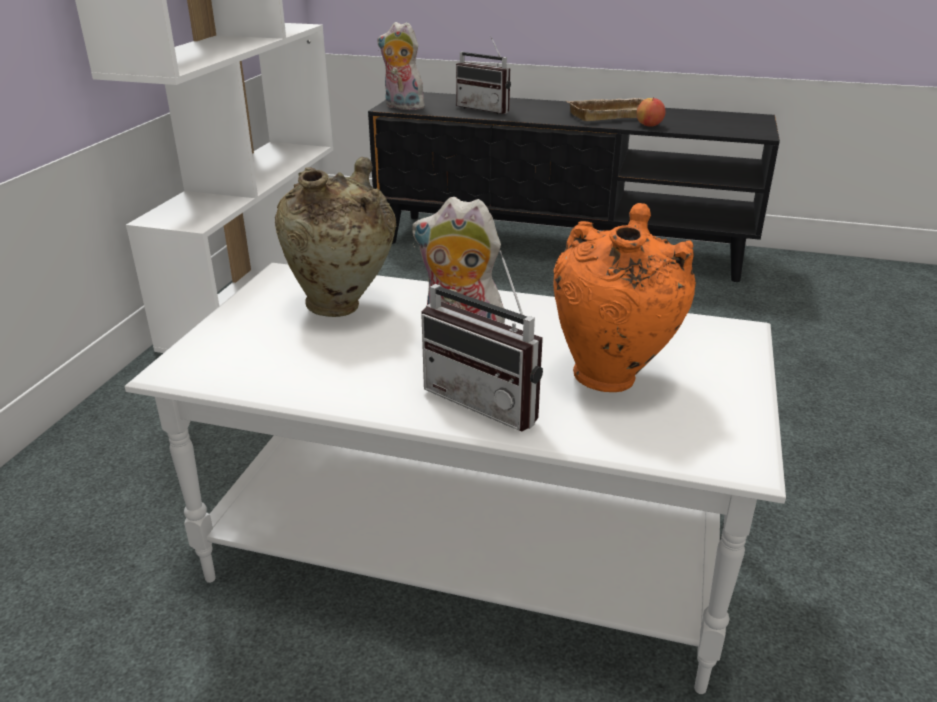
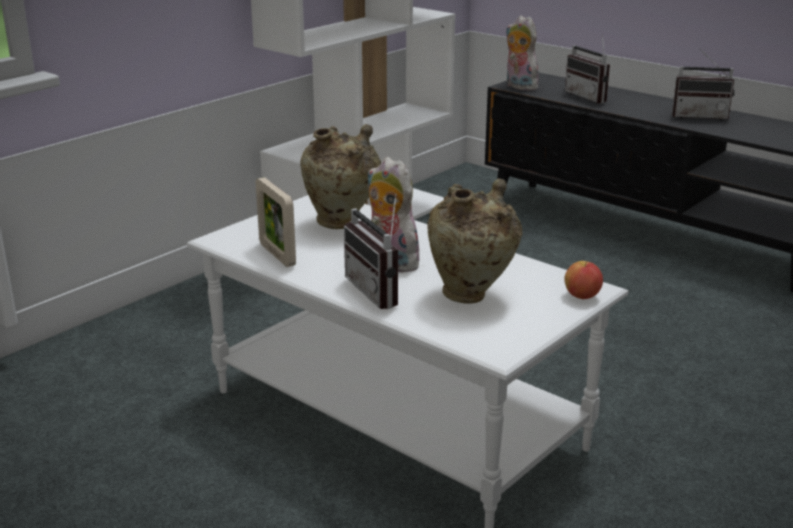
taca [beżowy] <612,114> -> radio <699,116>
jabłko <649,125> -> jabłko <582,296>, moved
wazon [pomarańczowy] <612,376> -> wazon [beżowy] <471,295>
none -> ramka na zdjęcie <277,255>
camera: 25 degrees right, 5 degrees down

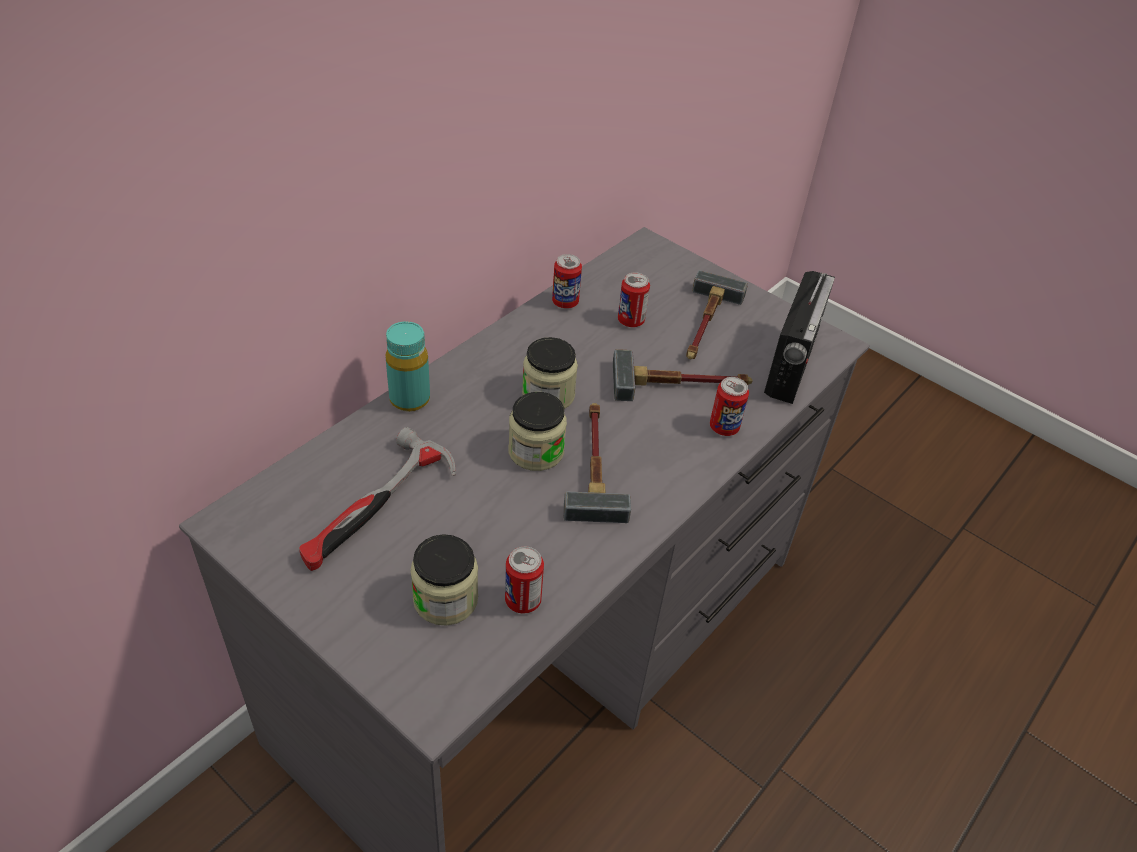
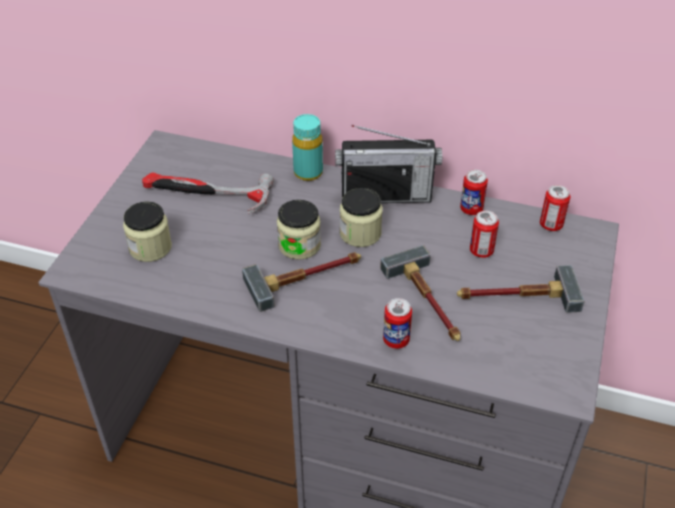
radio <790,366> -> radio <386,195>, moved
puszka <523,600> -> puszka <551,225>, moved
camera: 70 degrees right, 0 degrees up

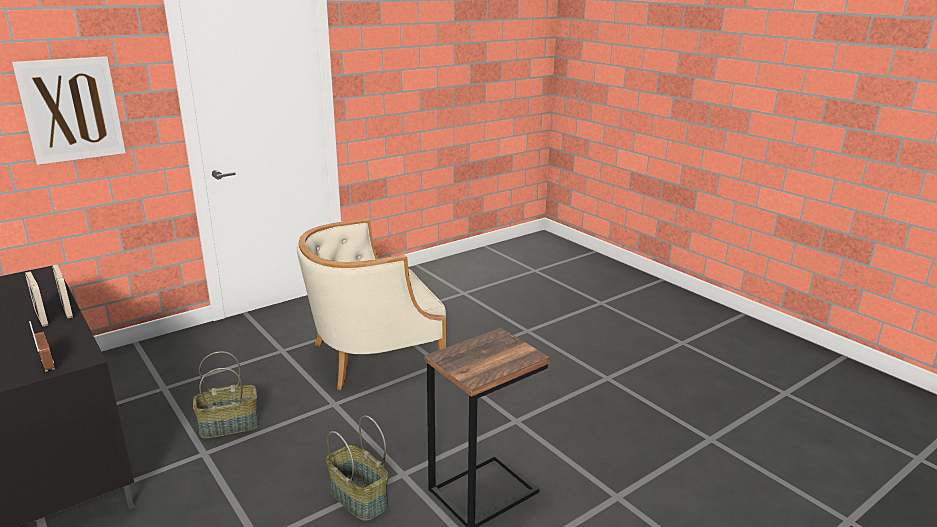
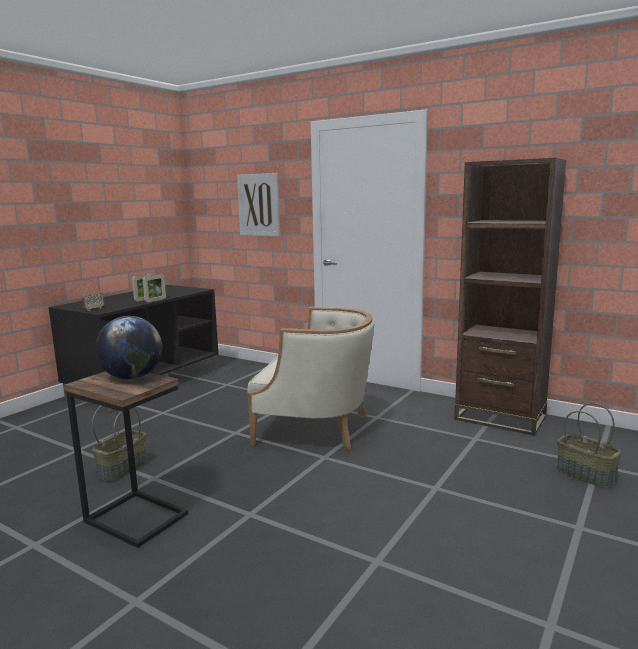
fotel [beżowy] <373,355> -> fotel [beżowy] <315,428>, 150 degrees clockwise
koszyk <230,425> -> koszyk <586,474>, moved
none -> regał [brązowy] <500,417>
none -> globus <132,377>
camera: 70 degrees right, 10 degrees down

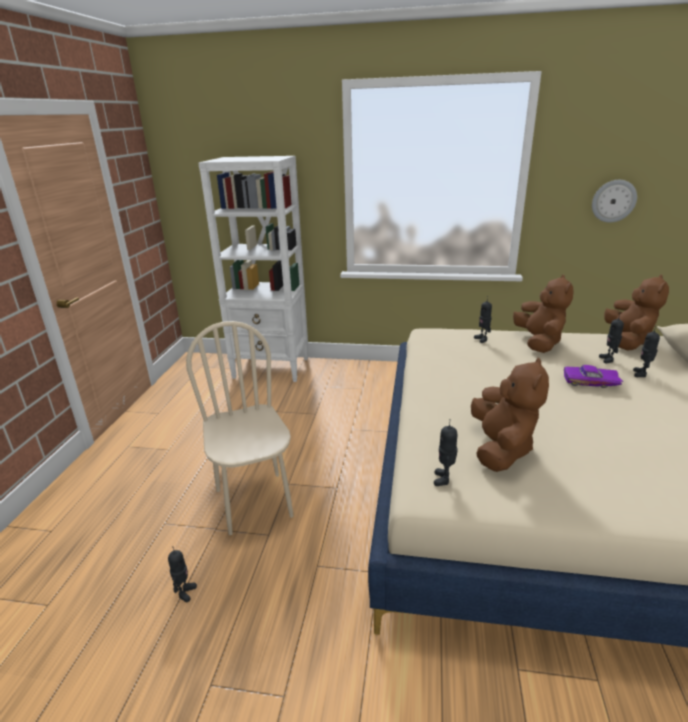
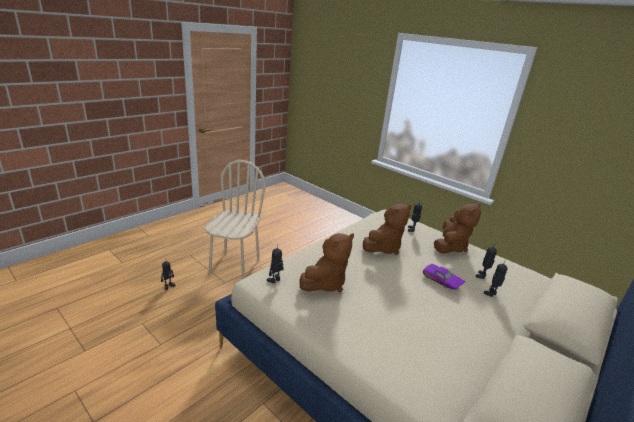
regał [biały] <272,368> -> none
zegar ścienny <613,201> -> none
pluszak [brązowy] <627,341> -> pluszak [brązowy] <383,248>, moved
camera: 30 degrees right, 0 degrees up

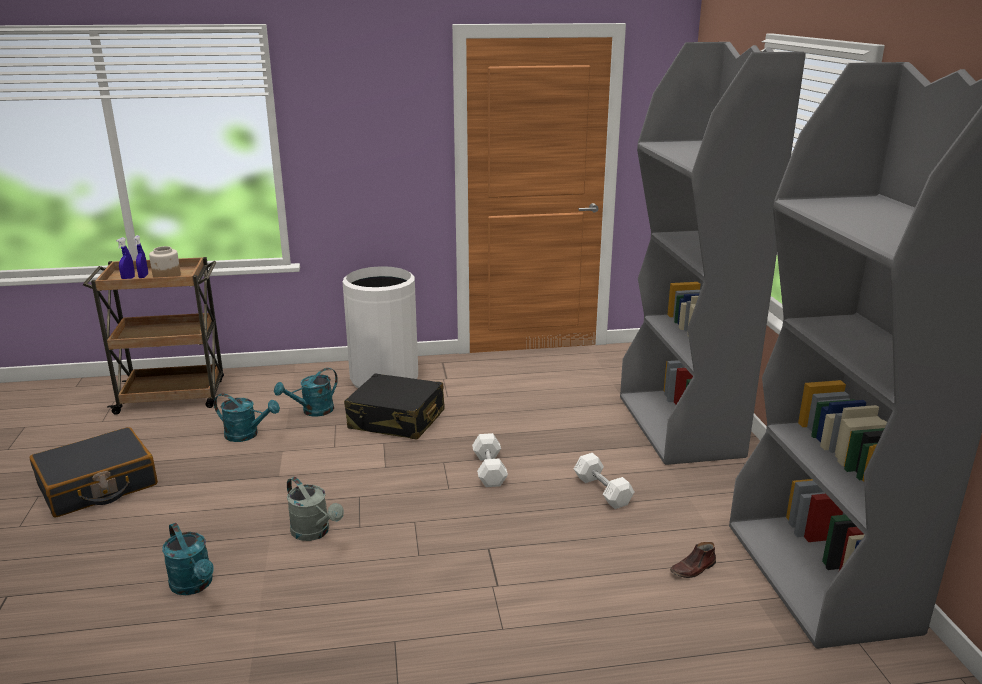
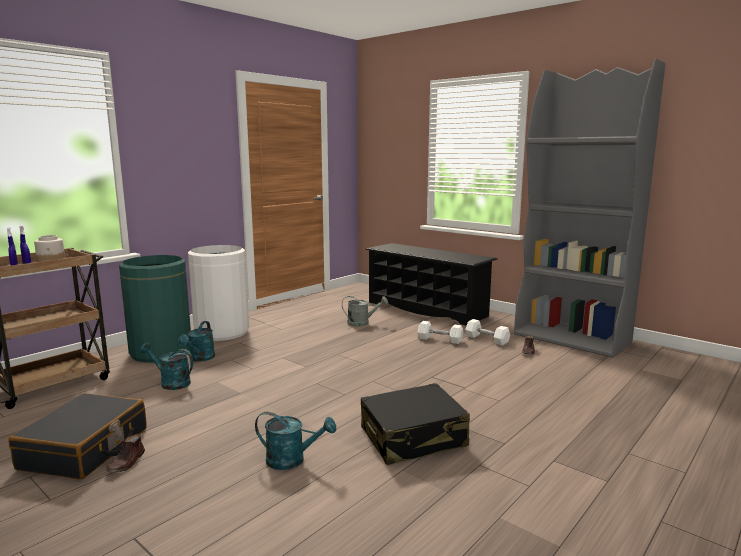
regał [szary] <680,426> -> regał na buty [czarny] <427,309>
walizka [czarny] <396,420> -> walizka [czarny] <413,438>, moved
konewka [turkusowy] <247,435> -> konewka [turkusowy] <171,383>, 135 degrees counterclockwise
hantel [biały] <489,470> -> hantel [biały] <487,339>, moved
konewka [szary] <315,532> -> konewka [szary] <362,323>, moved
none -> kosz na śmieci [zielony] <161,352>
none -> but [brązowy] <127,463>
camera: 40 degrees left, 10 degrees down

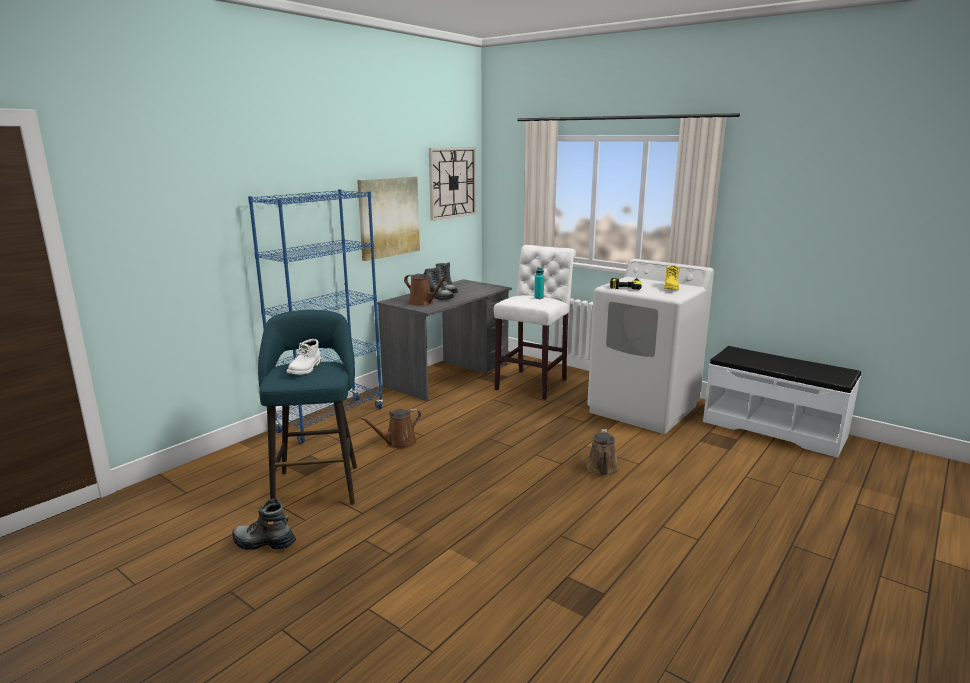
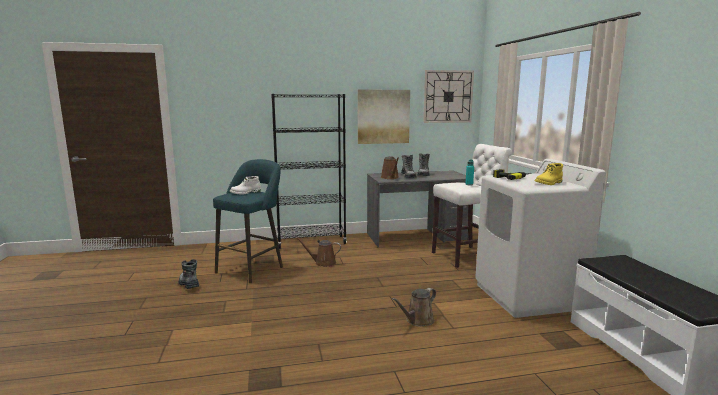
regał [niebieski] <331,420> -> regał [czarny] <311,242>
camera: 40 degrees right, 5 degrees down

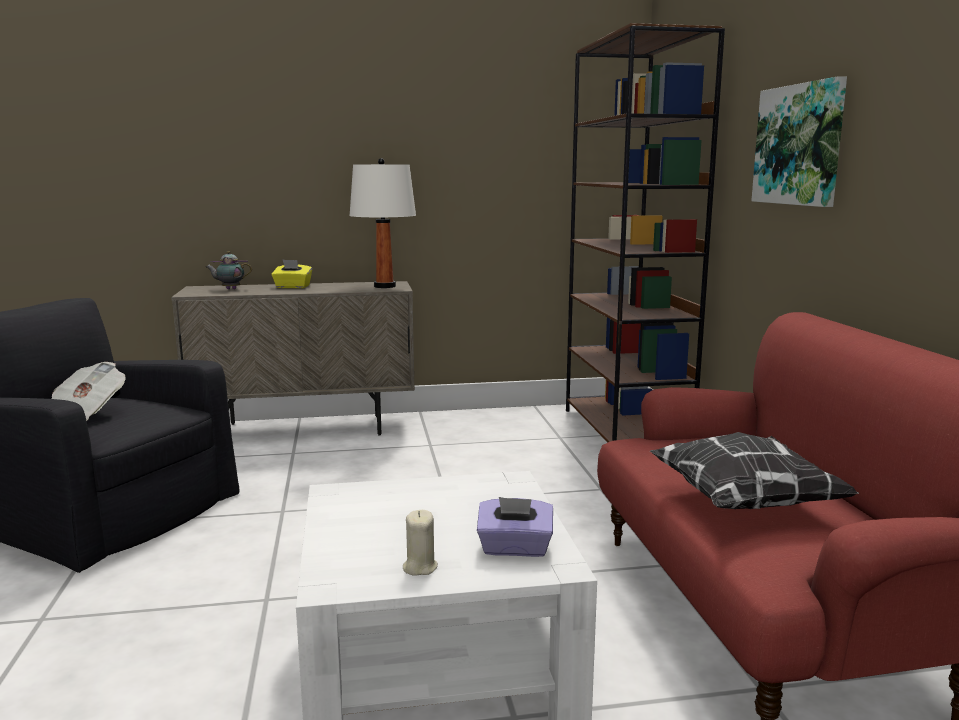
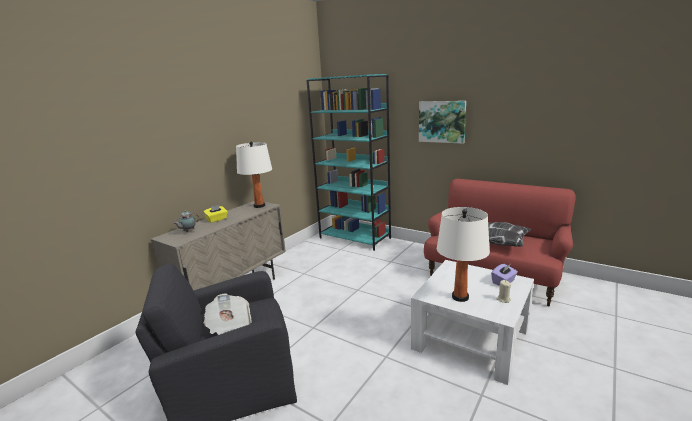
regał [brązowy] <625,432> -> regał [turkusowy] <355,238>
none -> lampa stołowa [biały] <460,297>
camera: 45 degrees left, 5 degrees up

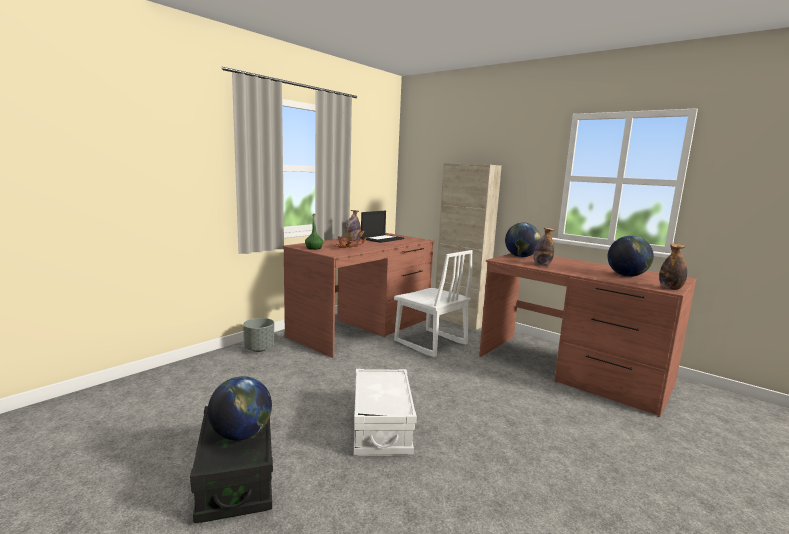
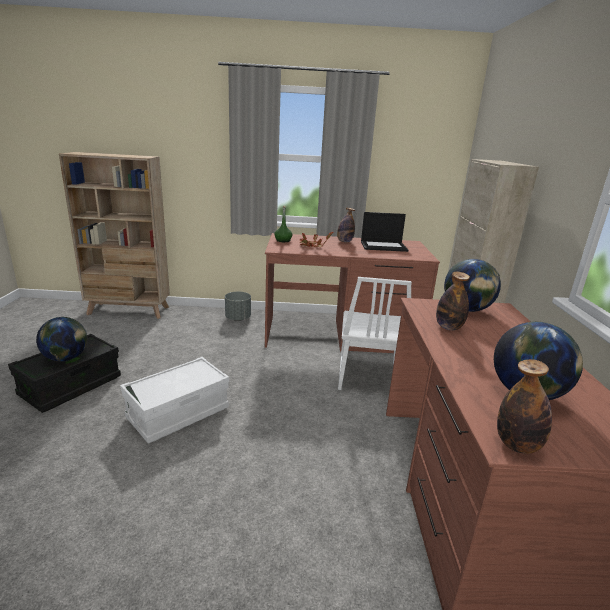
none -> regał [beżowy] <129,311>
camera: 50 degrees right, 10 degrees up

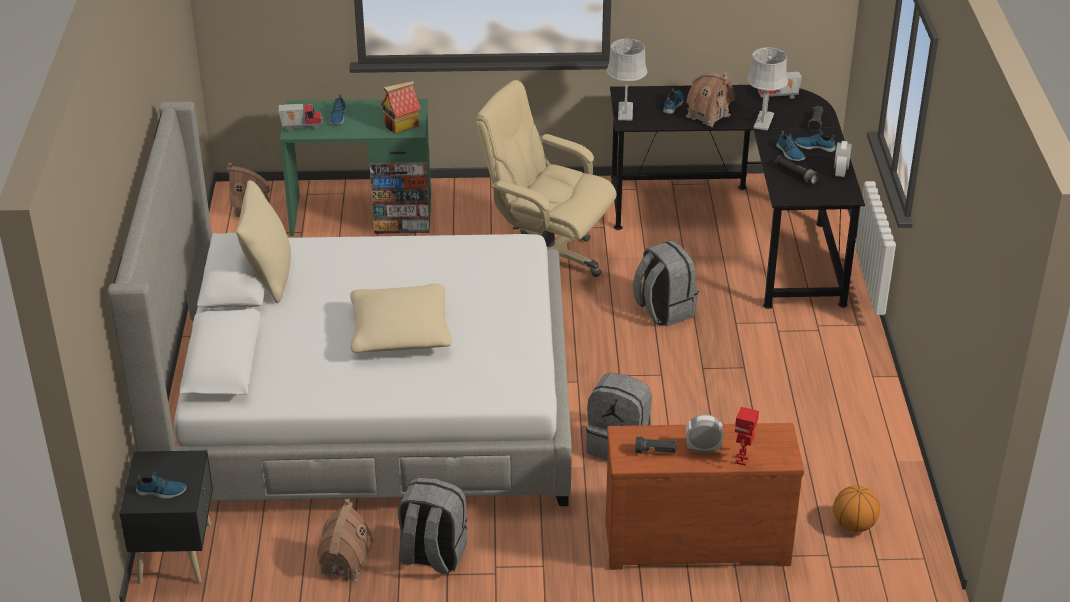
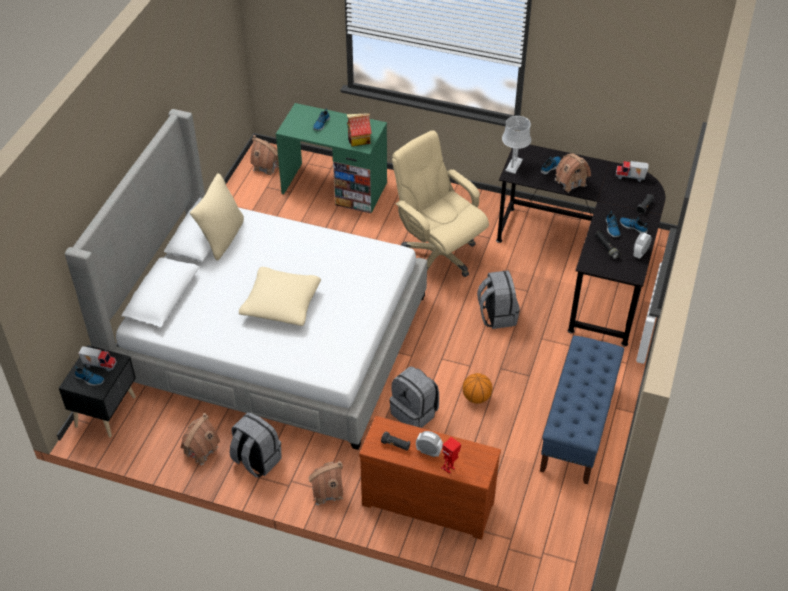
lampa stołowa [szary] <763,121> -> none
ciężarówka zabawkowa <301,127> -> ciężarówka zabawkowa <100,364>, moved
piłka do koszykówki <854,525> -> piłka do koszykówki <476,397>, moved
none -> ławka [niebieski] <578,427>
none -> domek <327,491>
camera: 20 degrees right, 10 degrees up

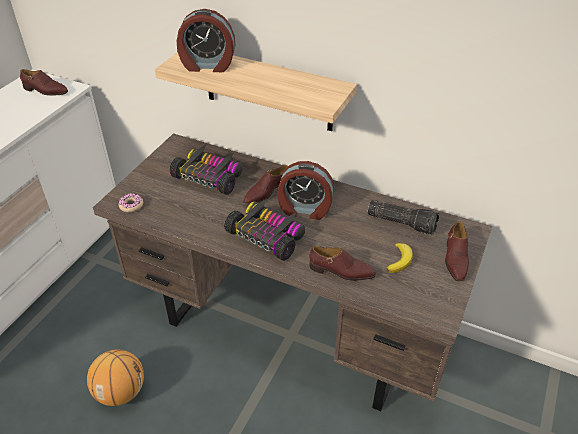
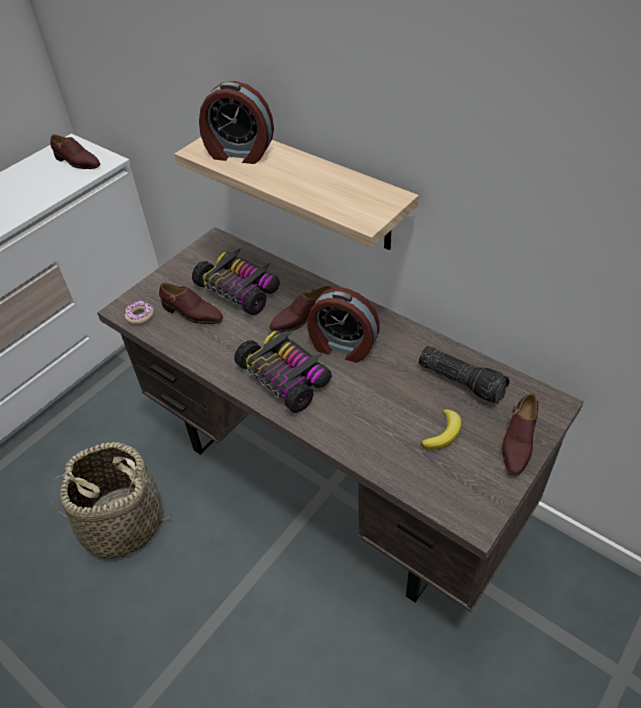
but [brązowy] <341,271> -> but [brązowy] <192,313>, moved
piłka do koszykówki <121,391> -> koszyk <122,523>
camera: 15 degrees right, 5 degrees up

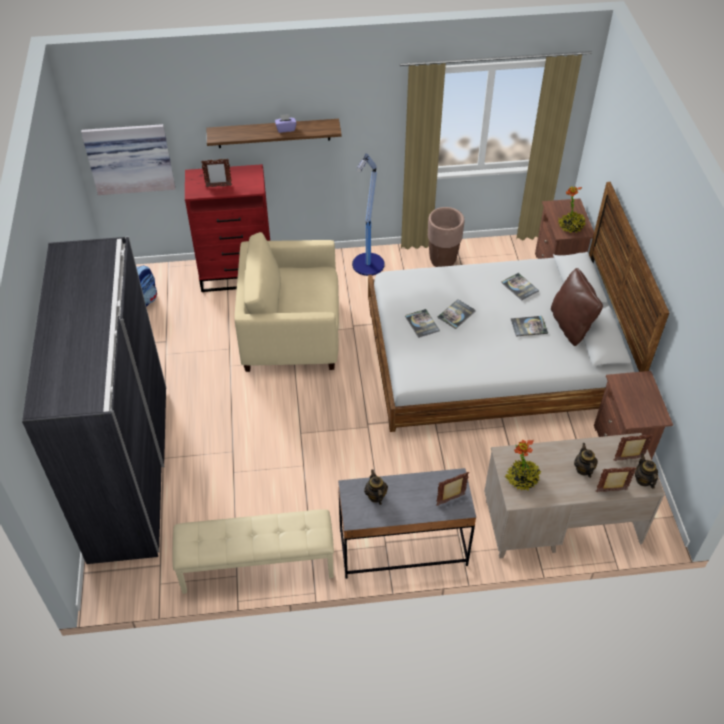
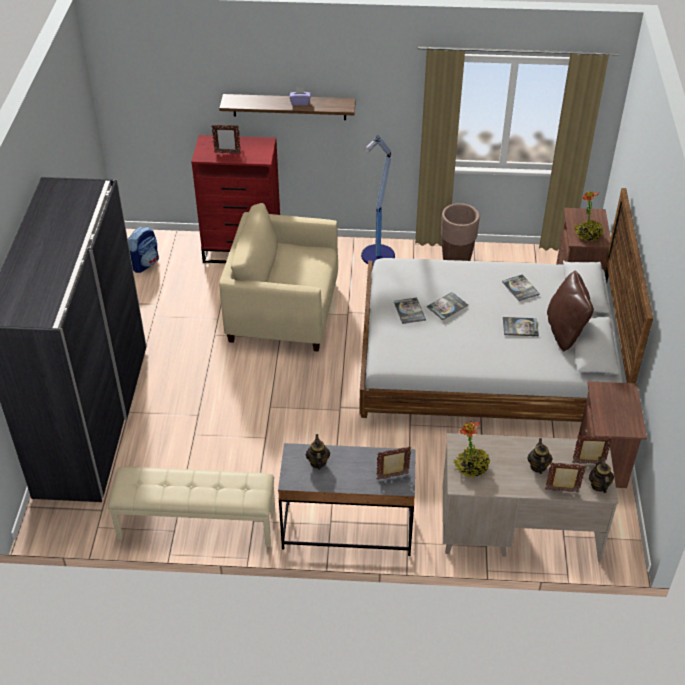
obraz <130,157> -> none
camera: 10 degrees right, 5 degrees down

